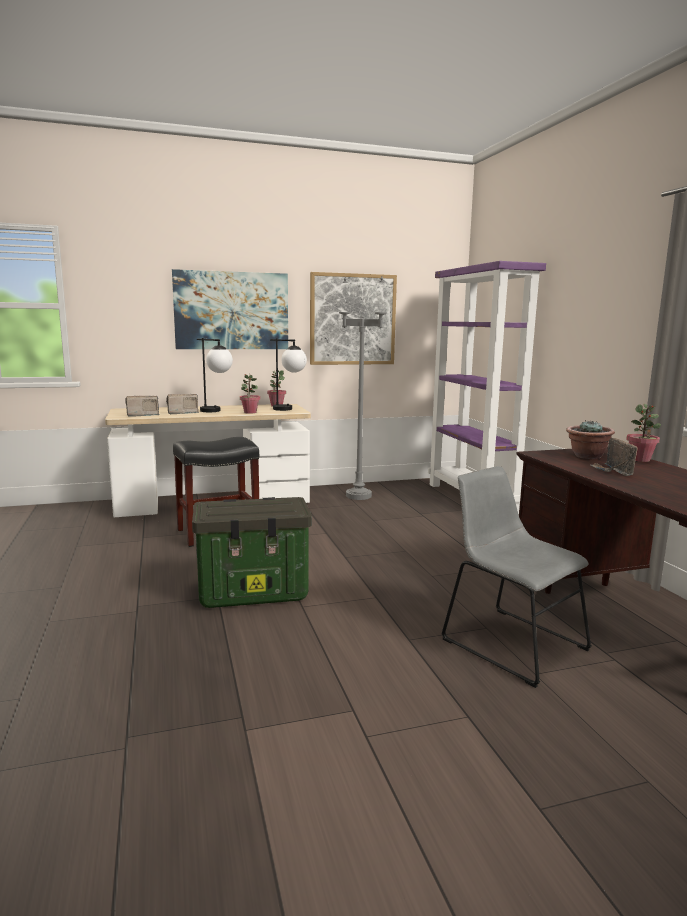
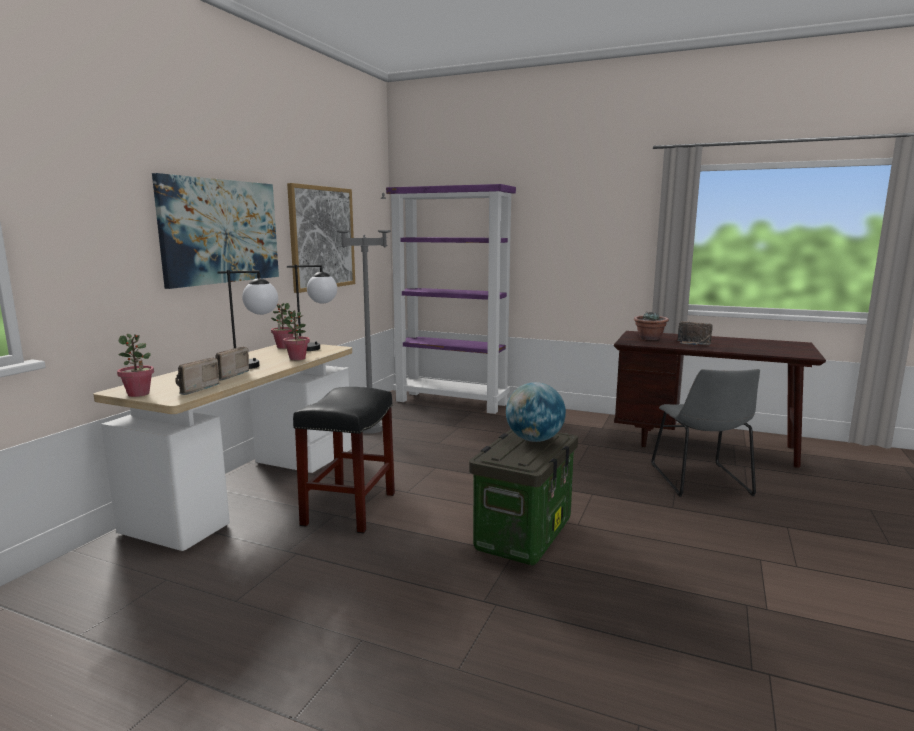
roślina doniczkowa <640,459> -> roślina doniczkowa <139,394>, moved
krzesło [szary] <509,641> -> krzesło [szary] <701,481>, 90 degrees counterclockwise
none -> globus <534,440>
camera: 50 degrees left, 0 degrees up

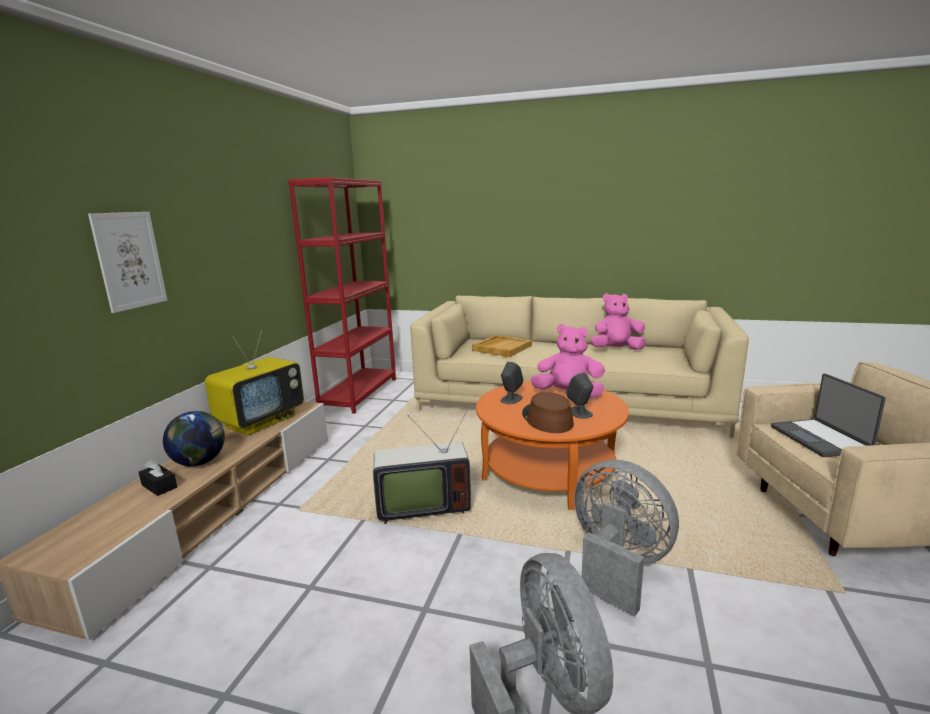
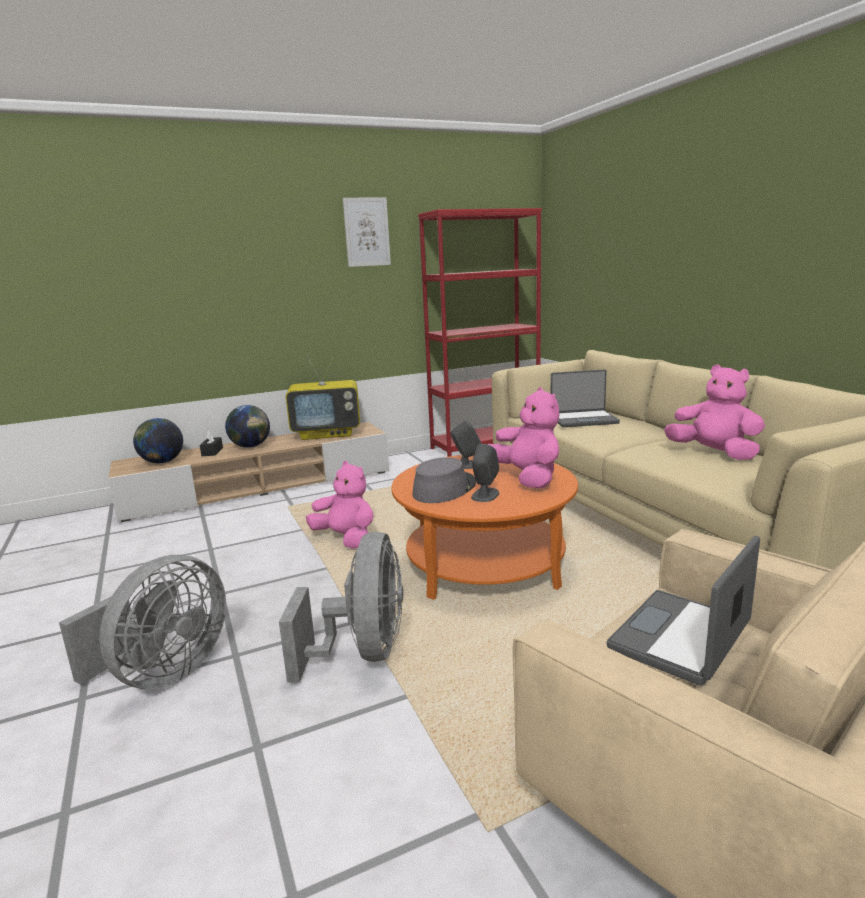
obraz <129,260> -> obraz <367,232>, moved
taca [beżowy] <502,348> -> laptop <583,420>
kapelusz [brązowy] <546,419> -> kapelusz [szary] <444,489>
telewizor <421,506> -> pluszak [różowy] <346,539>
none -> globus <162,462>
camera: 50 degrees right, 0 degrees up

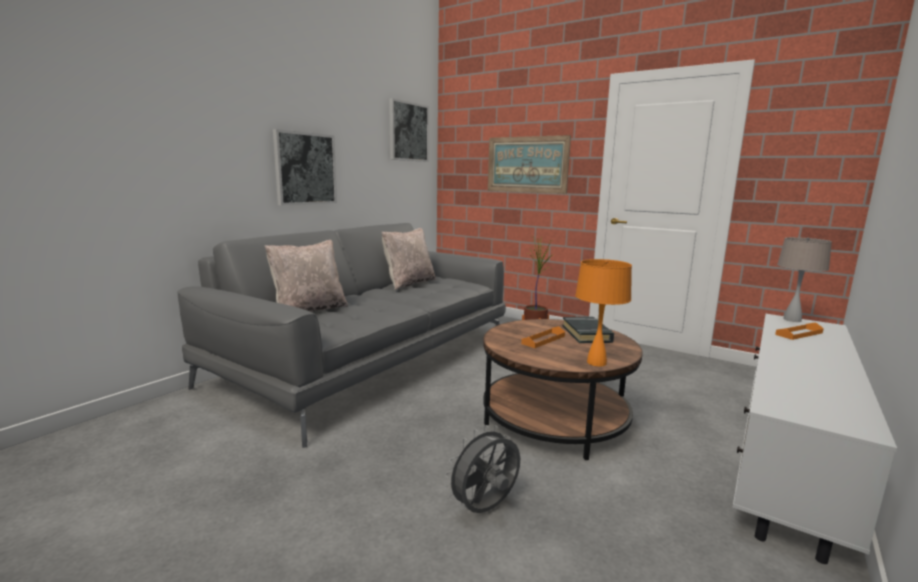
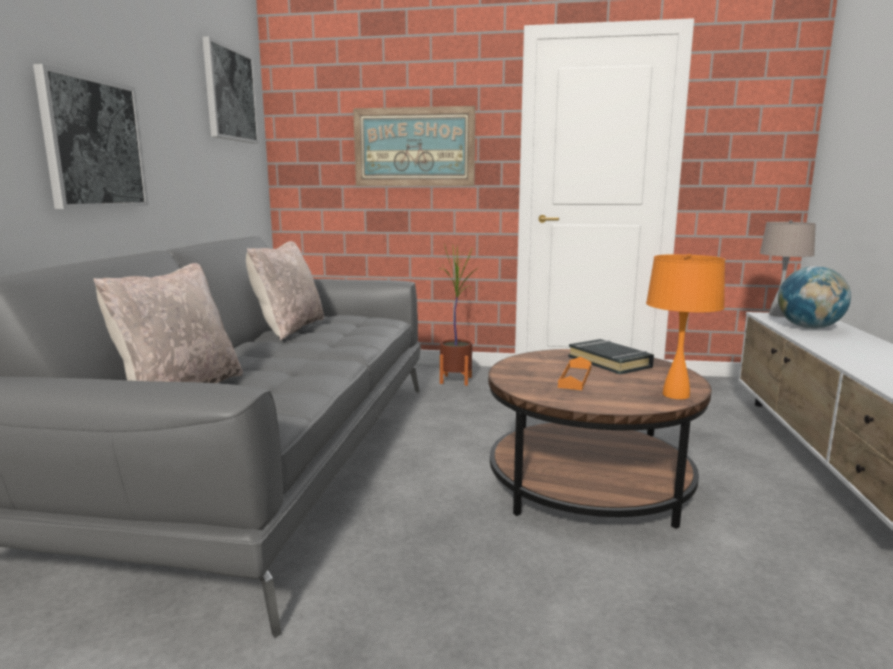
taca [pomarańczowy] <799,334> -> globus <809,328>
wentylator [szary] <485,509> -> none
camera: 25 degrees left, 0 degrees up

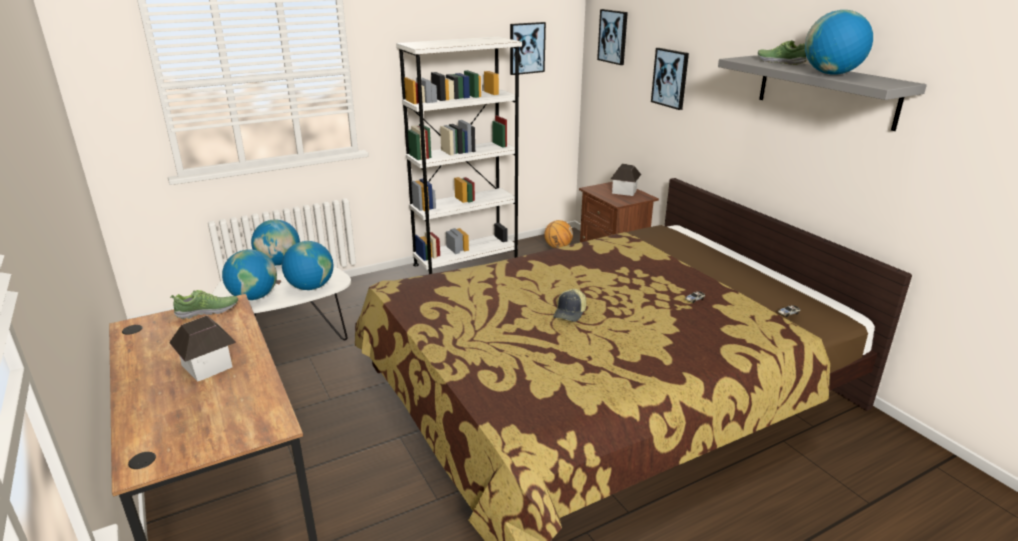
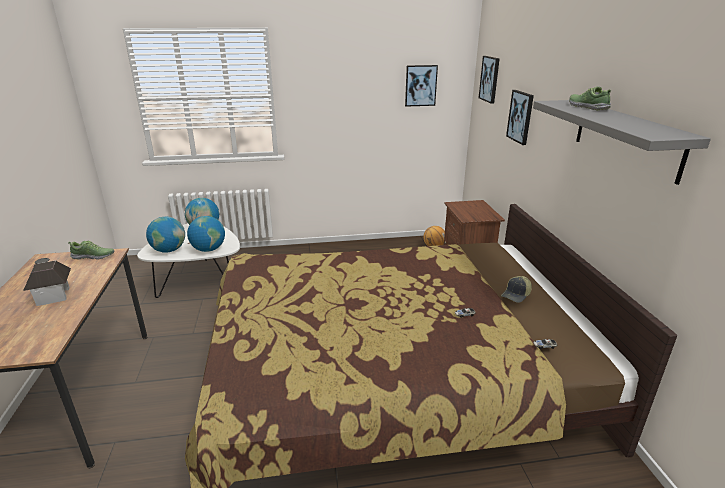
globus <831,74> -> none
regał [biały] <466,262> -> none
domek <624,191> -> none
czapka z daszkiem <570,313> -> czapka z daszkiem <516,295>, moved
camera: 20 degrees right, 0 degrees up

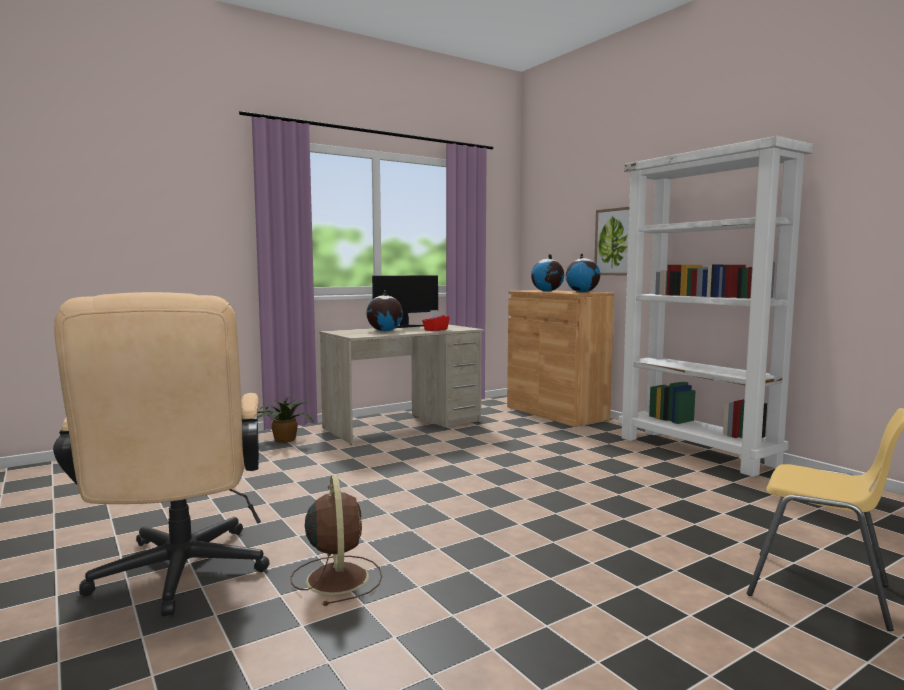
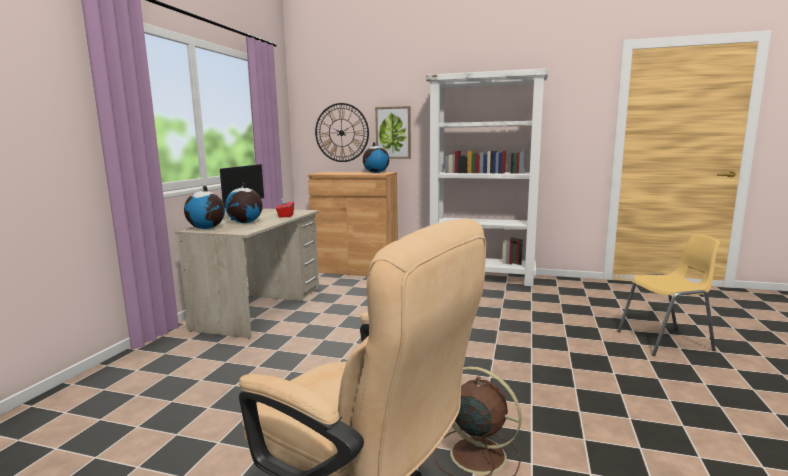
globus <547,291> -> globus <207,228>, moved
roślina doniczkowa <282,440> -> none
none -> zegar ścienny <341,132>
camera: 40 degrees left, 5 degrees up

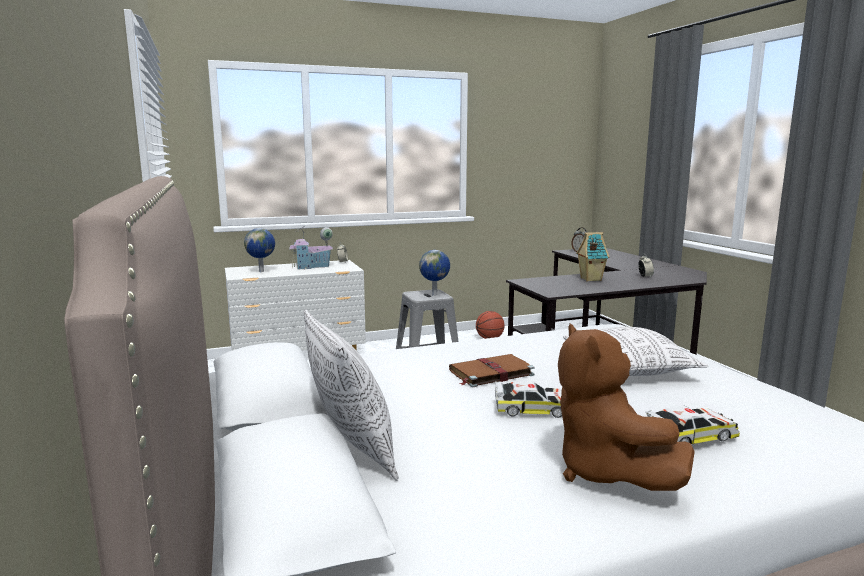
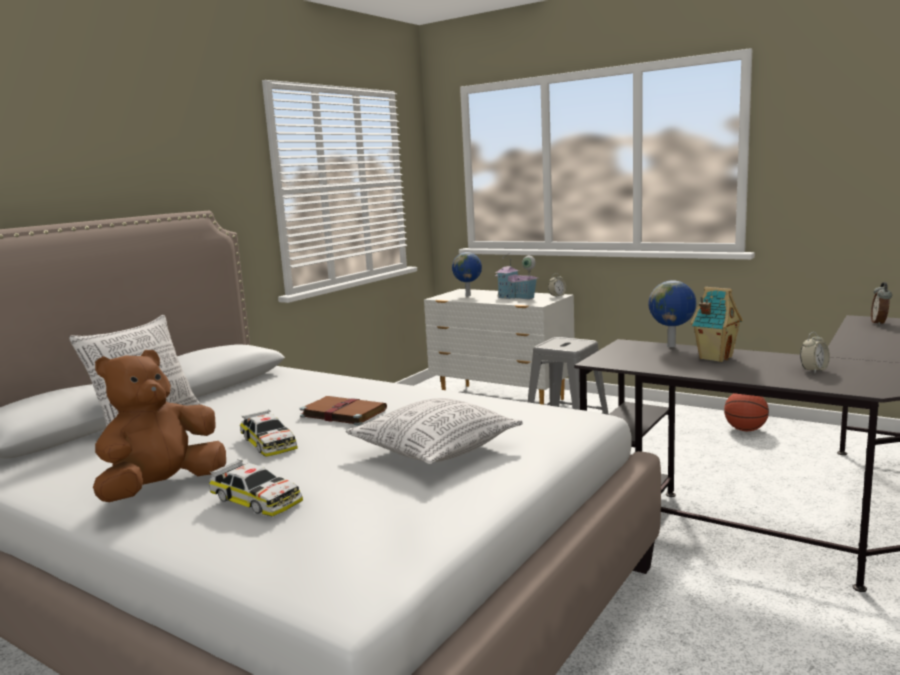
globus <435,294> -> globus <672,346>, moved
camera: 55 degrees right, 0 degrees up

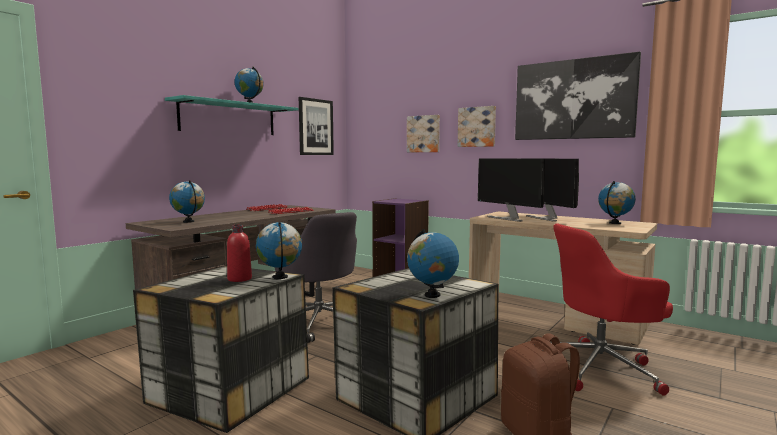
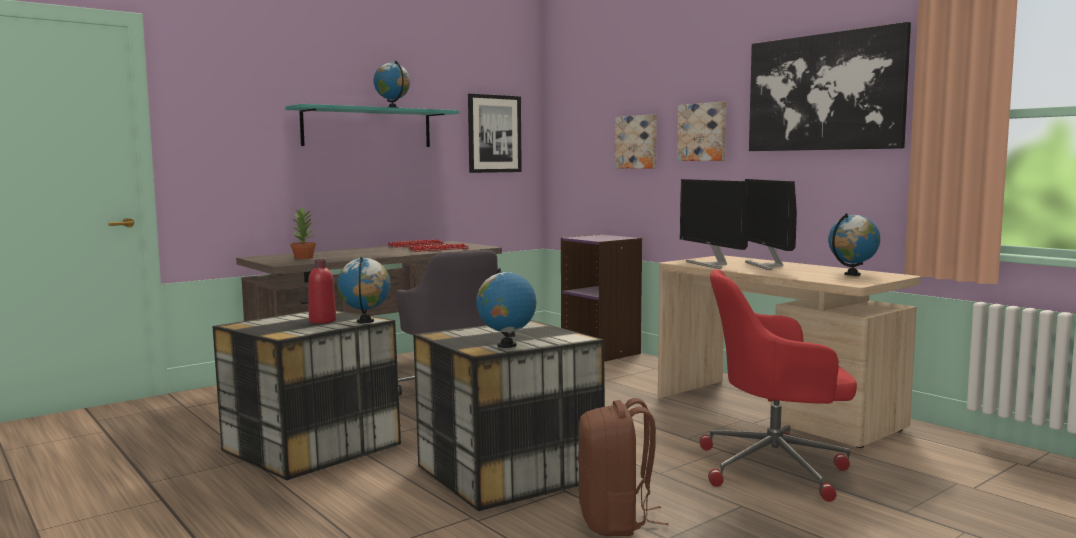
globus <188,221> -> roślina doniczkowa <304,258>
camera: 15 degrees right, 0 degrees up

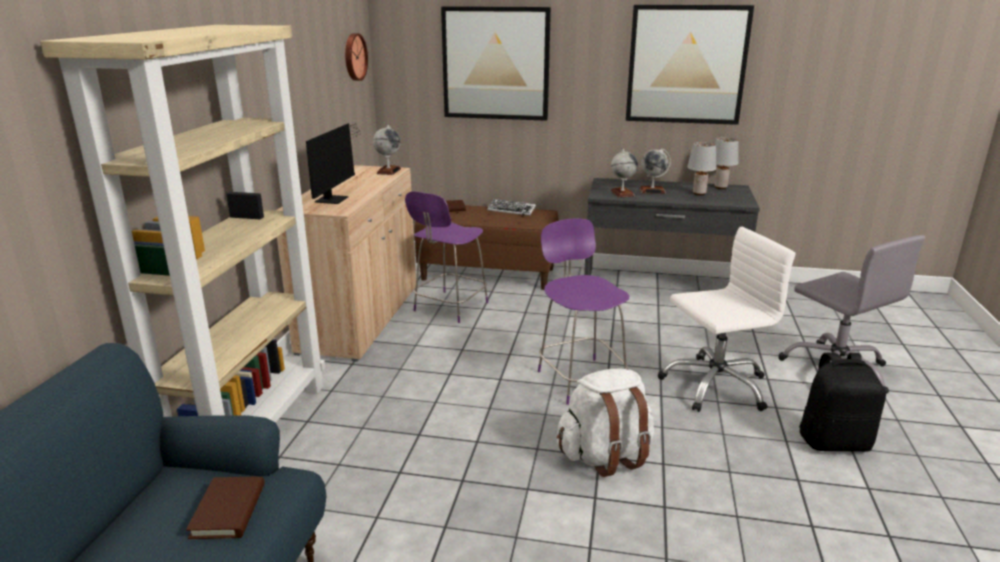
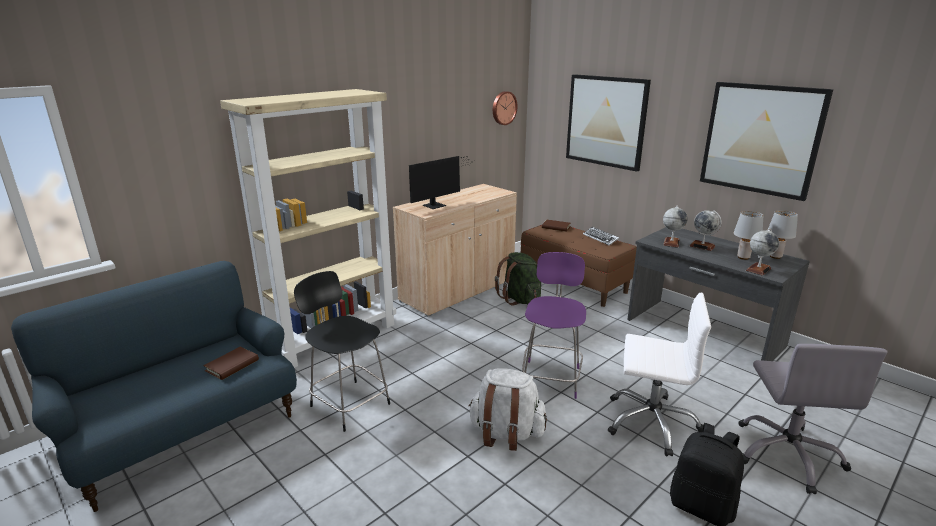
globus <388,171> -> globus <758,269>, moved
krzesło [fioletowy] <449,307> -> plecak [zielony] <520,299>
none -> krzesło [czarny] <348,403>
camera: 35 degrees right, 0 degrees up

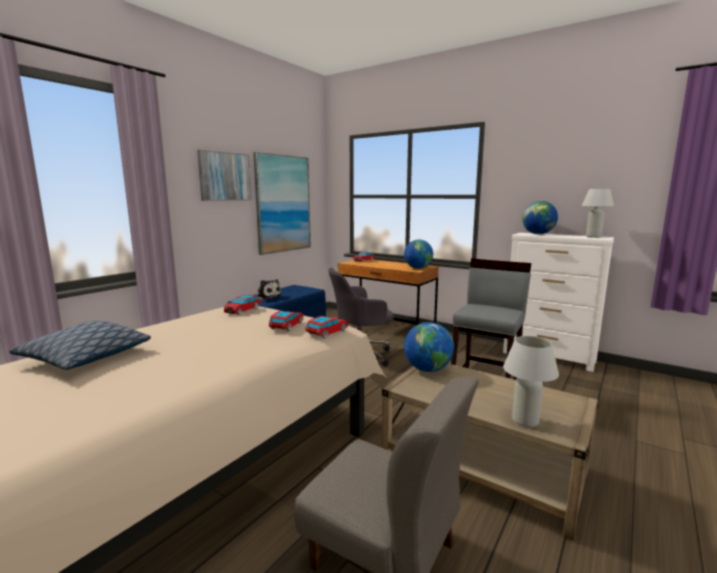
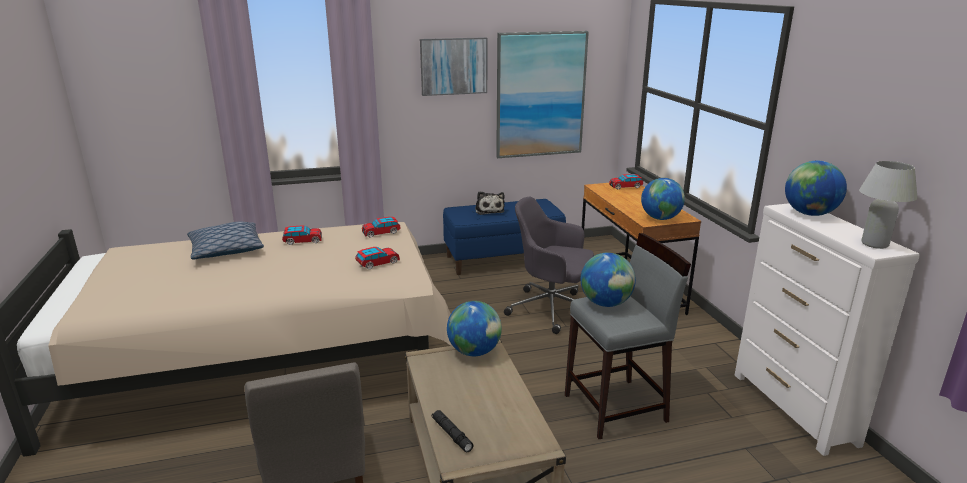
samochodzik <327,332> -> samochodzik <302,241>, moved
lampa stołowa [biały] <525,421> -> latarka [czarny] <452,434>
none -> globus <605,303>
camera: 40 degrees right, 10 degrees up

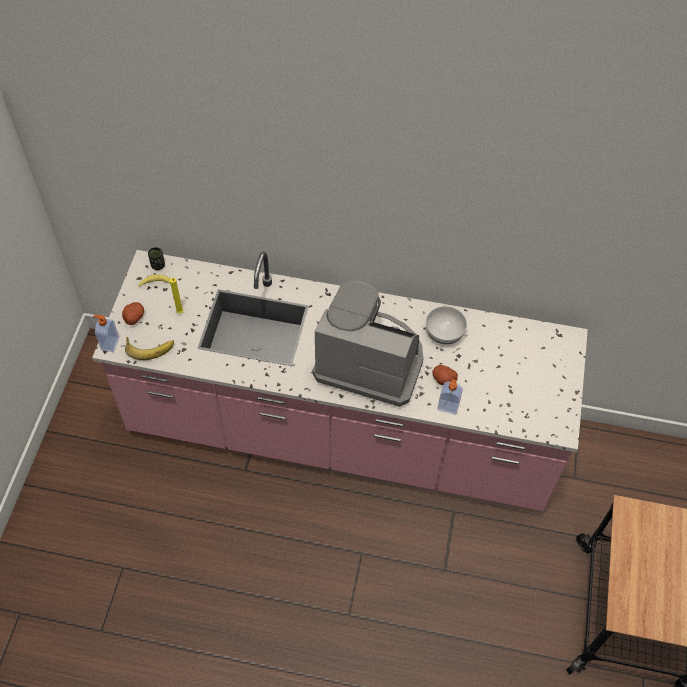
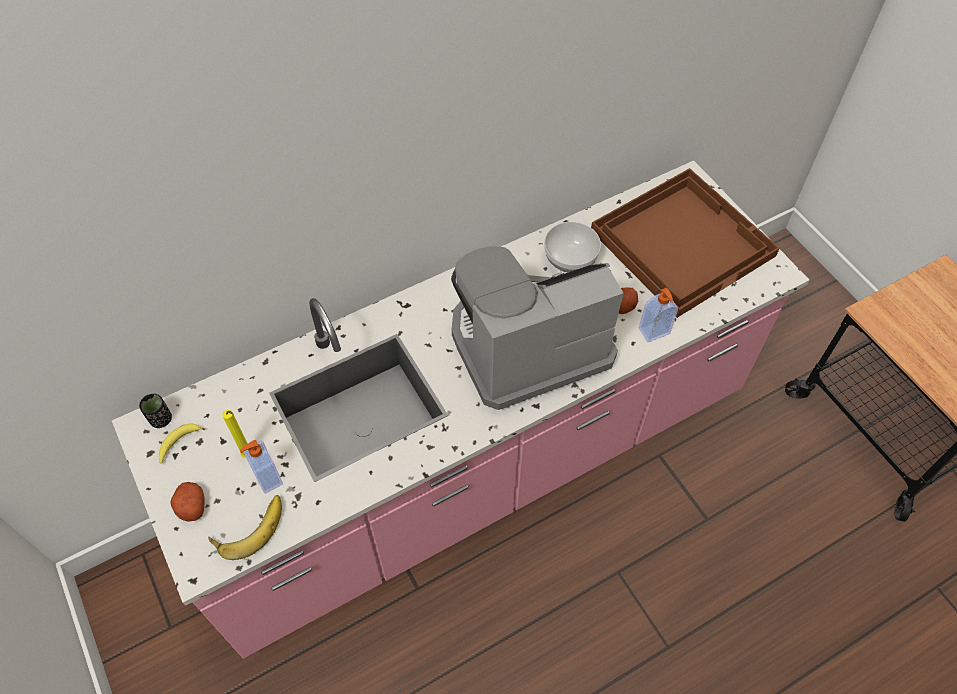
dozownik mydła <109,343> -> dozownik mydła <267,478>, moved
none -> taca [brązowy] <682,241>
camera: 40 degrees left, 0 degrees up

